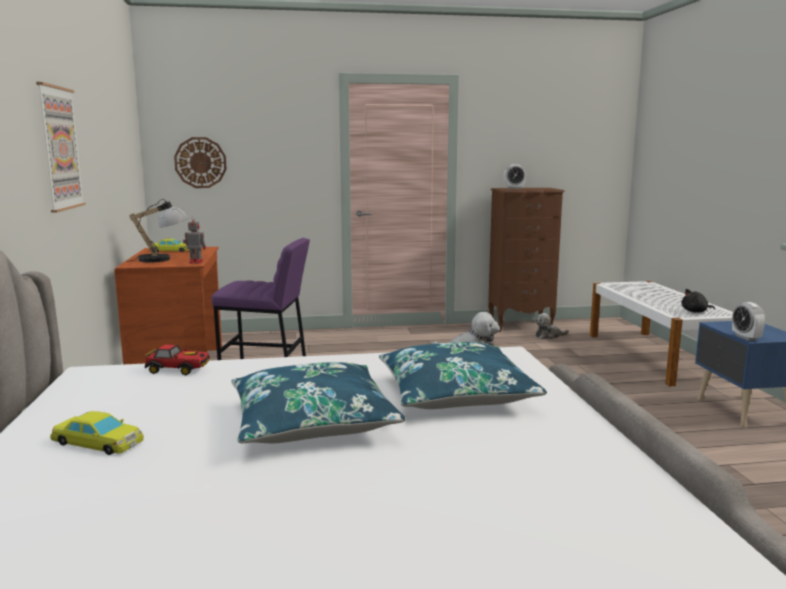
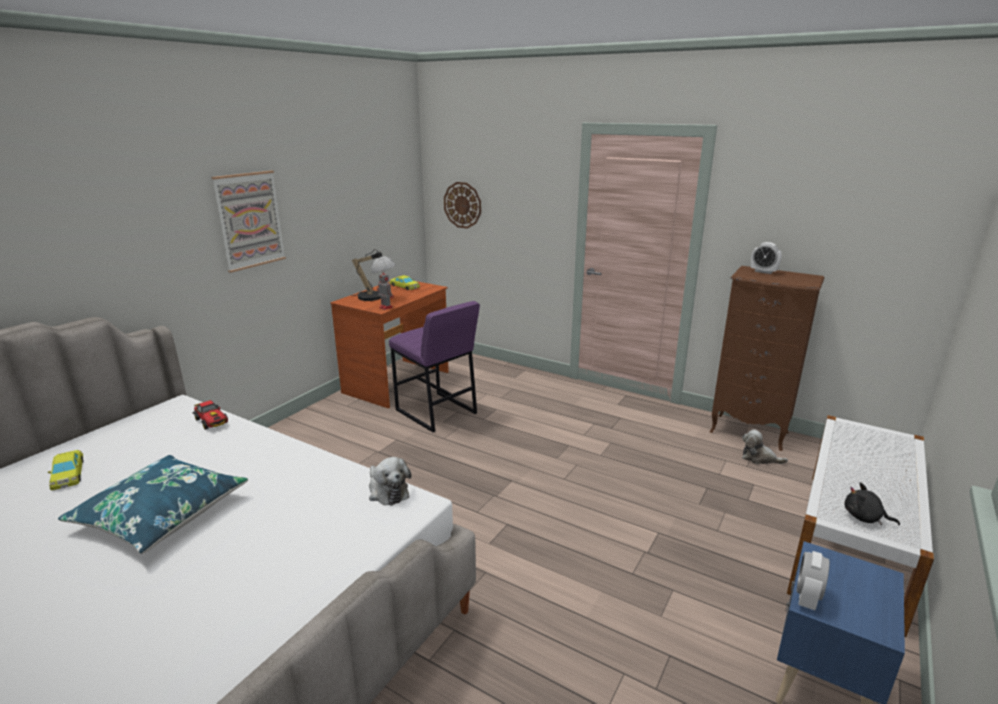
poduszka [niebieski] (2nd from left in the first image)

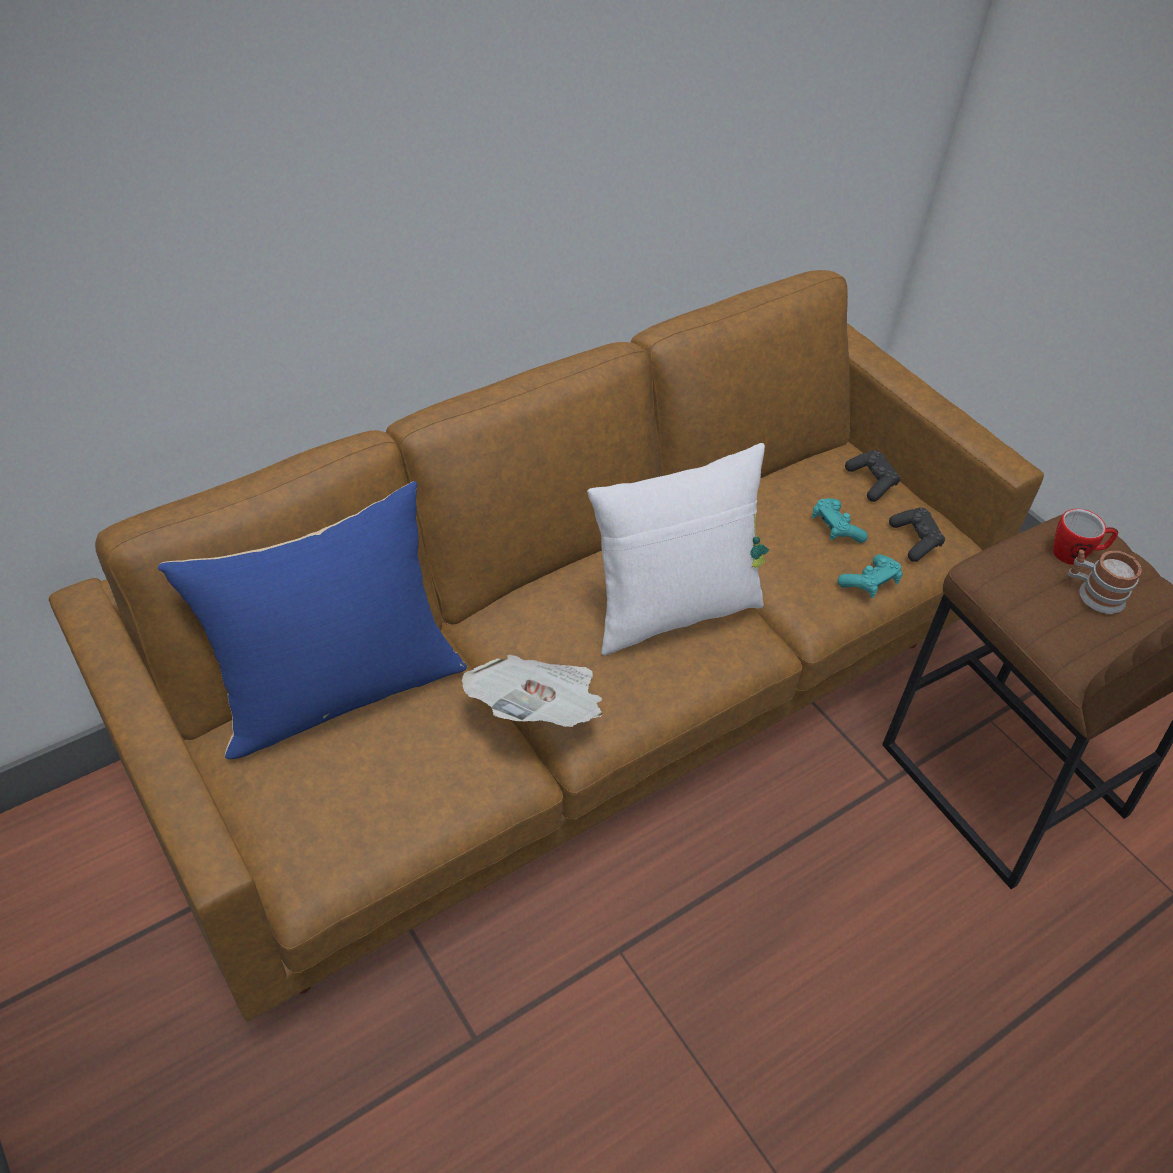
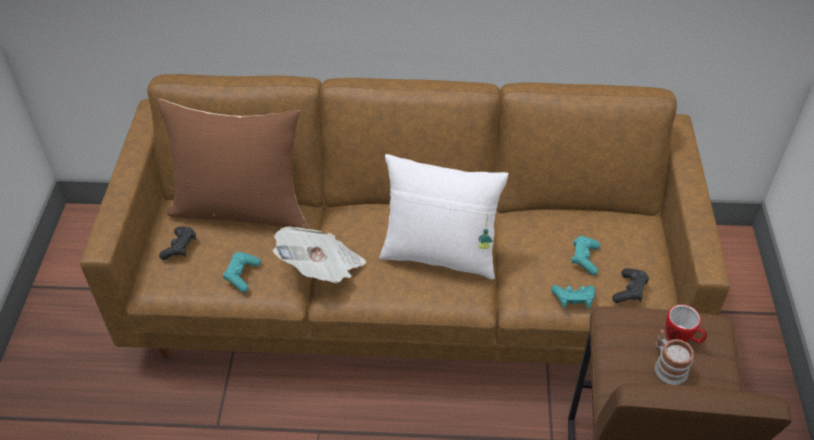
poduszka [brązowy]
pad do gier [czarny] (1st from left)
pad do gier [turkusowy] (1st from left)

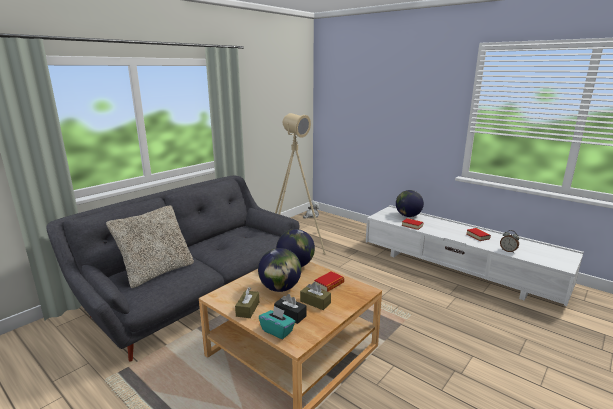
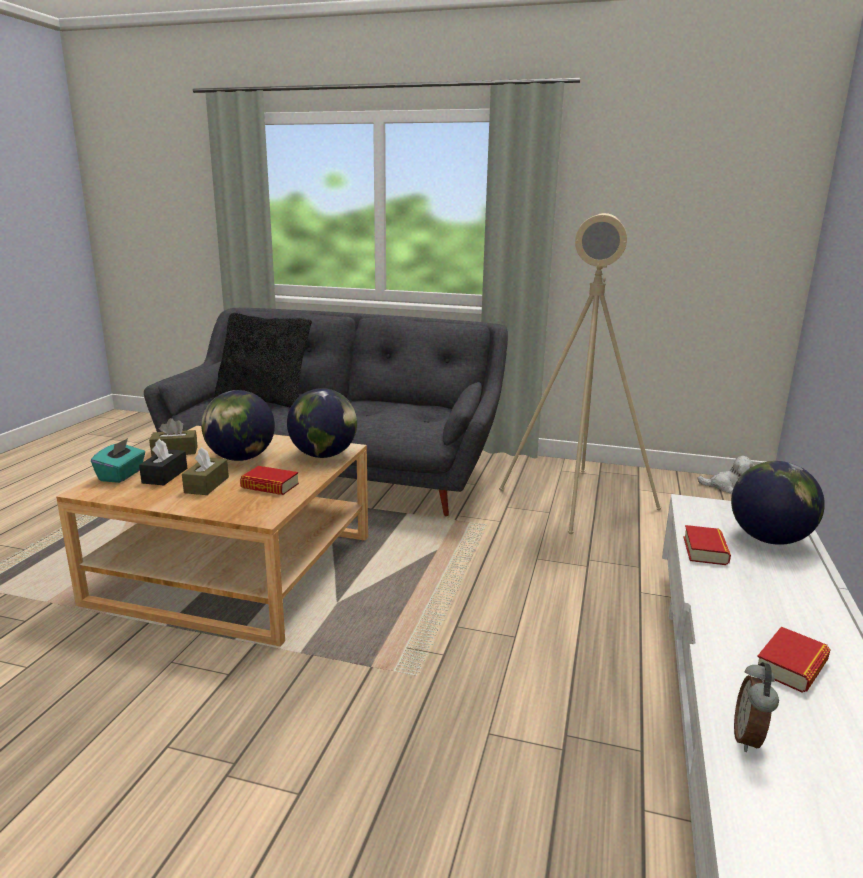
poduszka [czarny]

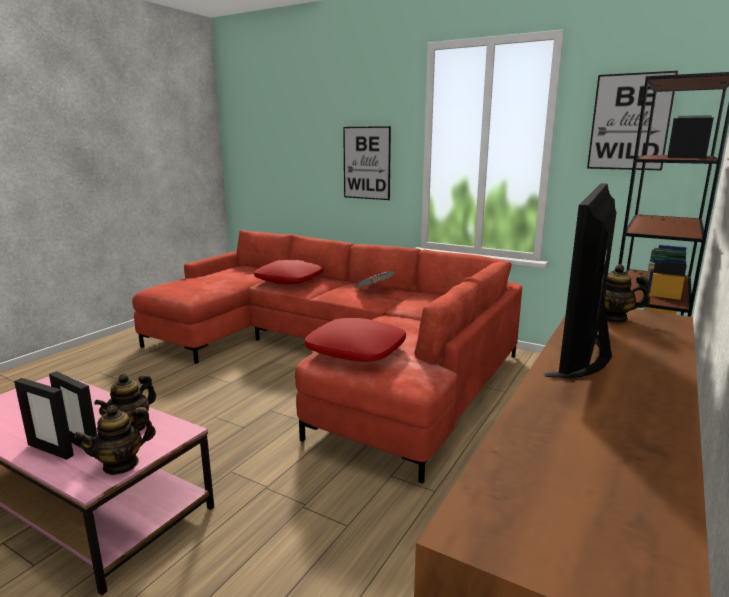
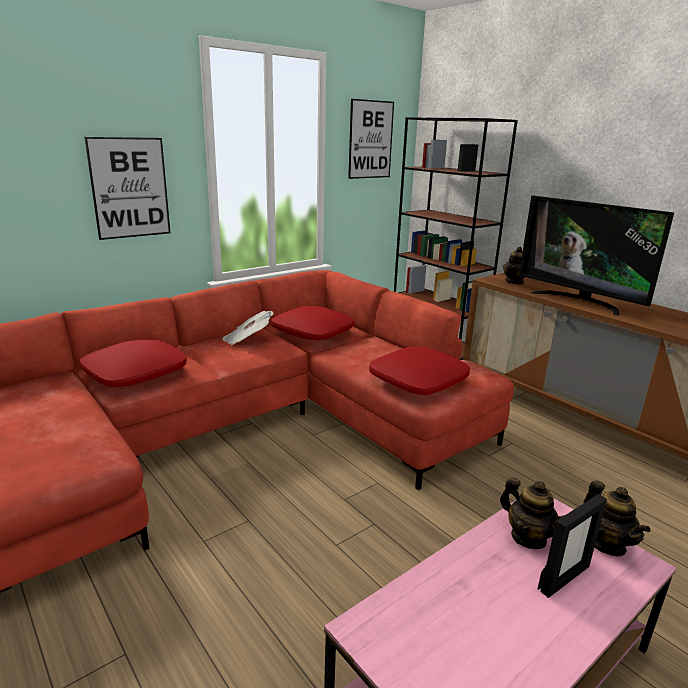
ramka na zdjęcie (1st from left in the first image)
poduszka [czerwony] (2nd from left)

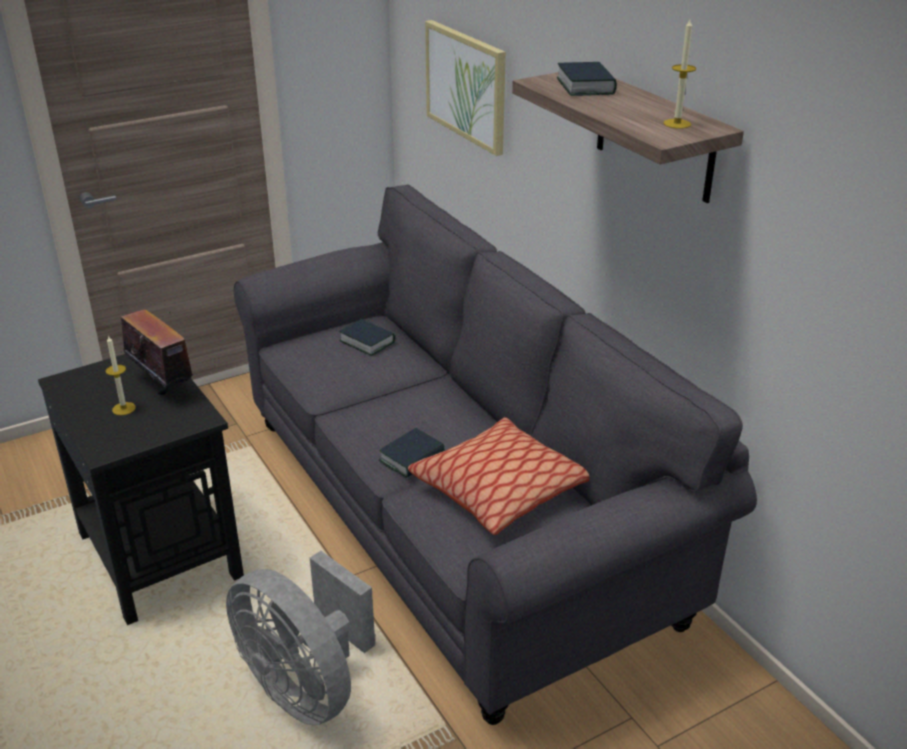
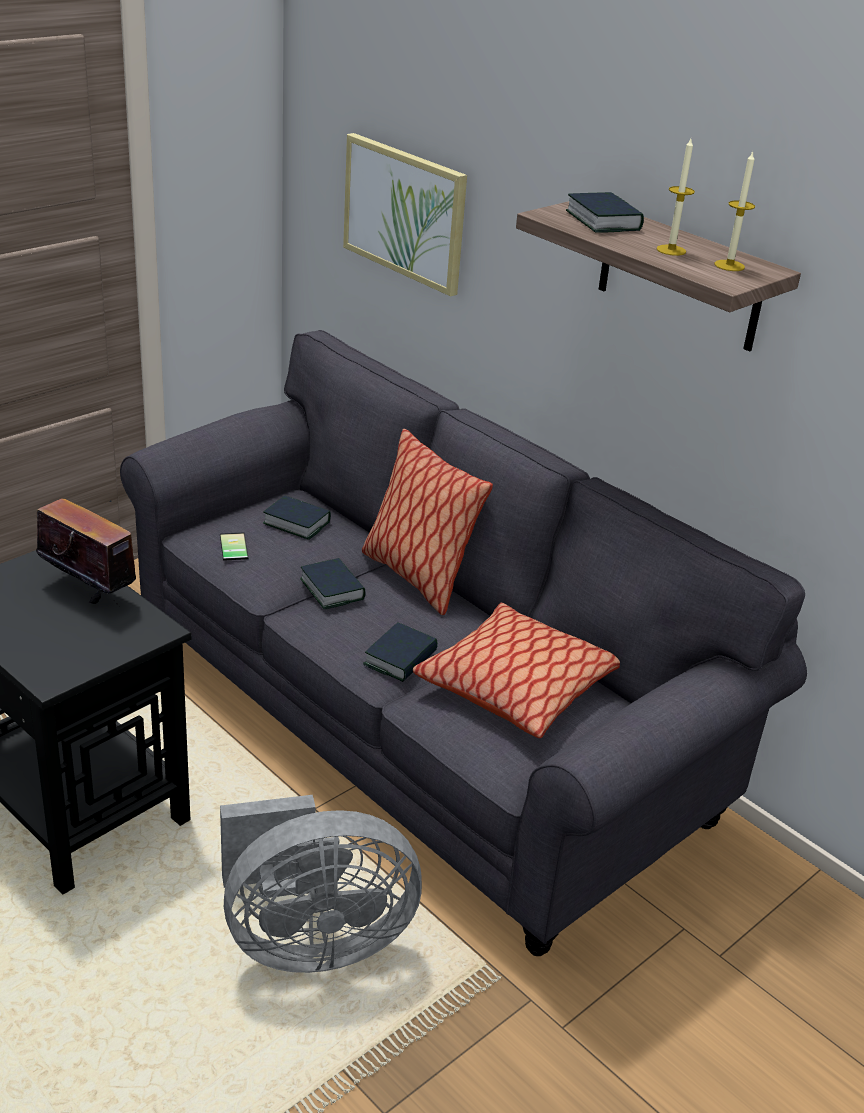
świeca (1st from left)
wentylator [szary]
telefon
książka (2nd from left)
poduszka (1st from left)

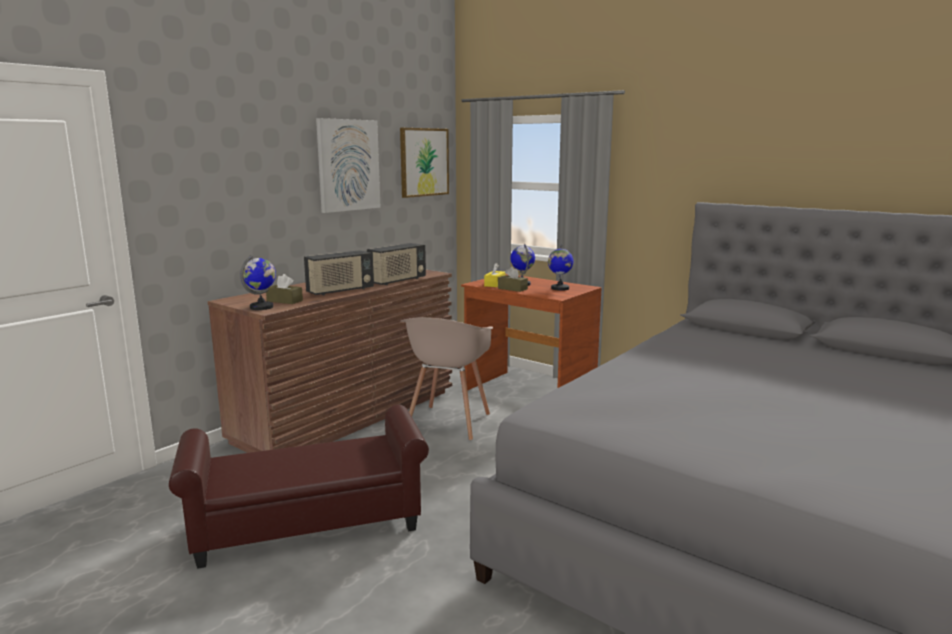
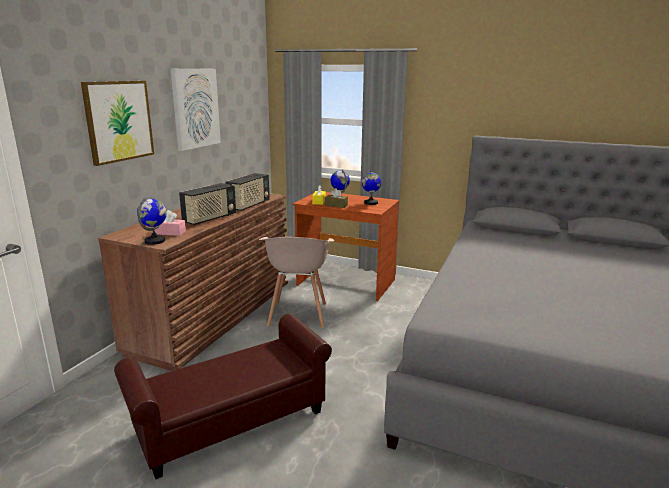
pudełko chusteczek [różowy]
obraz (1st from left)

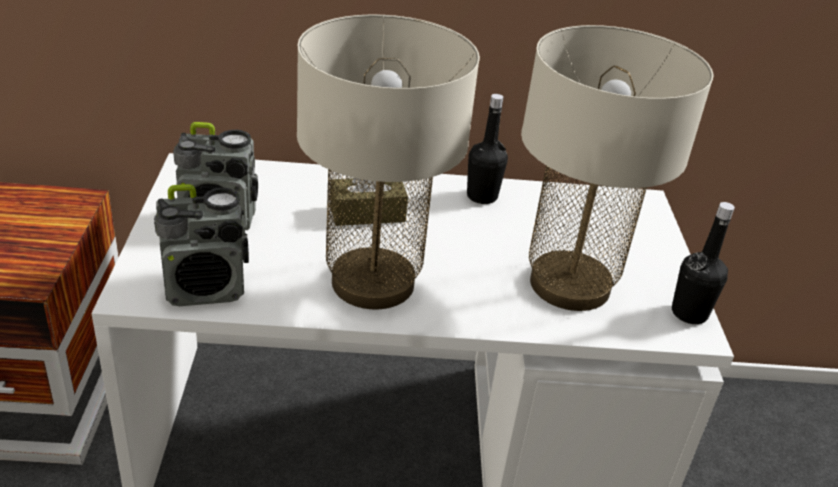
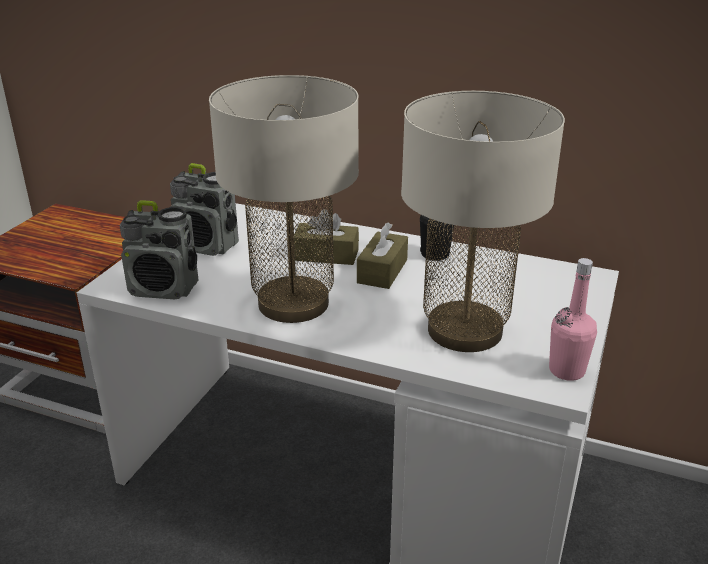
butelka [różowy]
pudełko chusteczek [brązowy] (2nd from left)

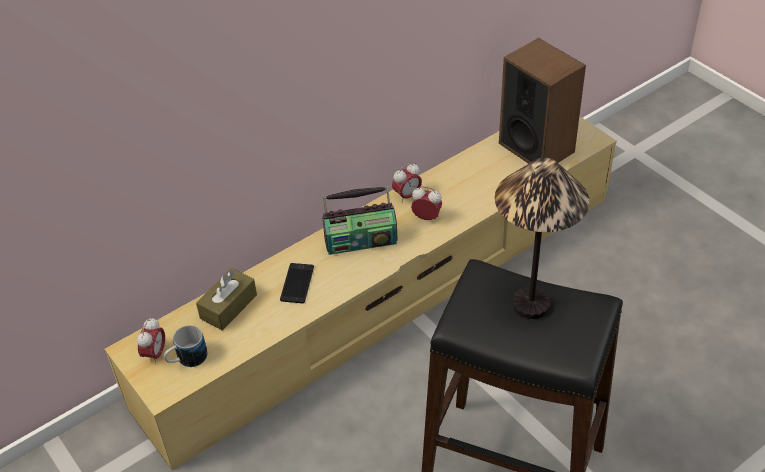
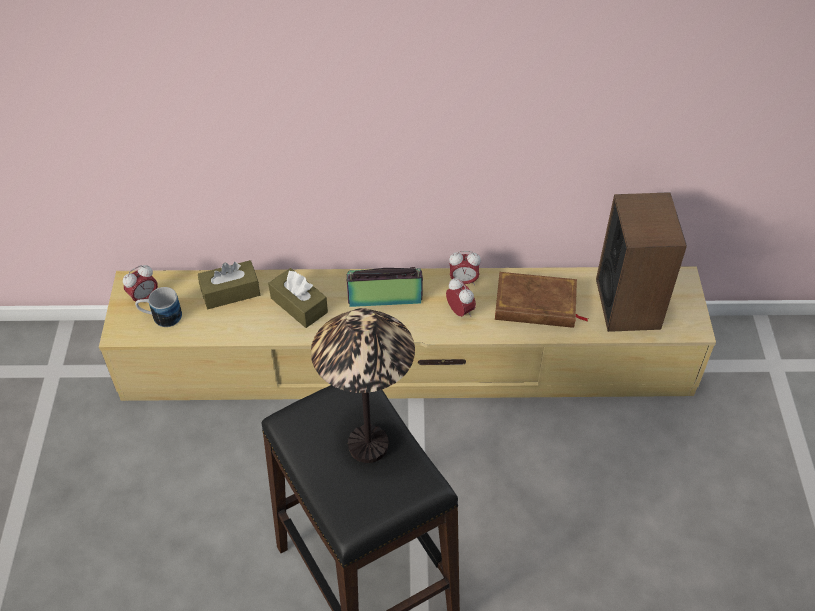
pudełko chusteczek [brązowy] (2nd from left)
radio
książka [brązowy]

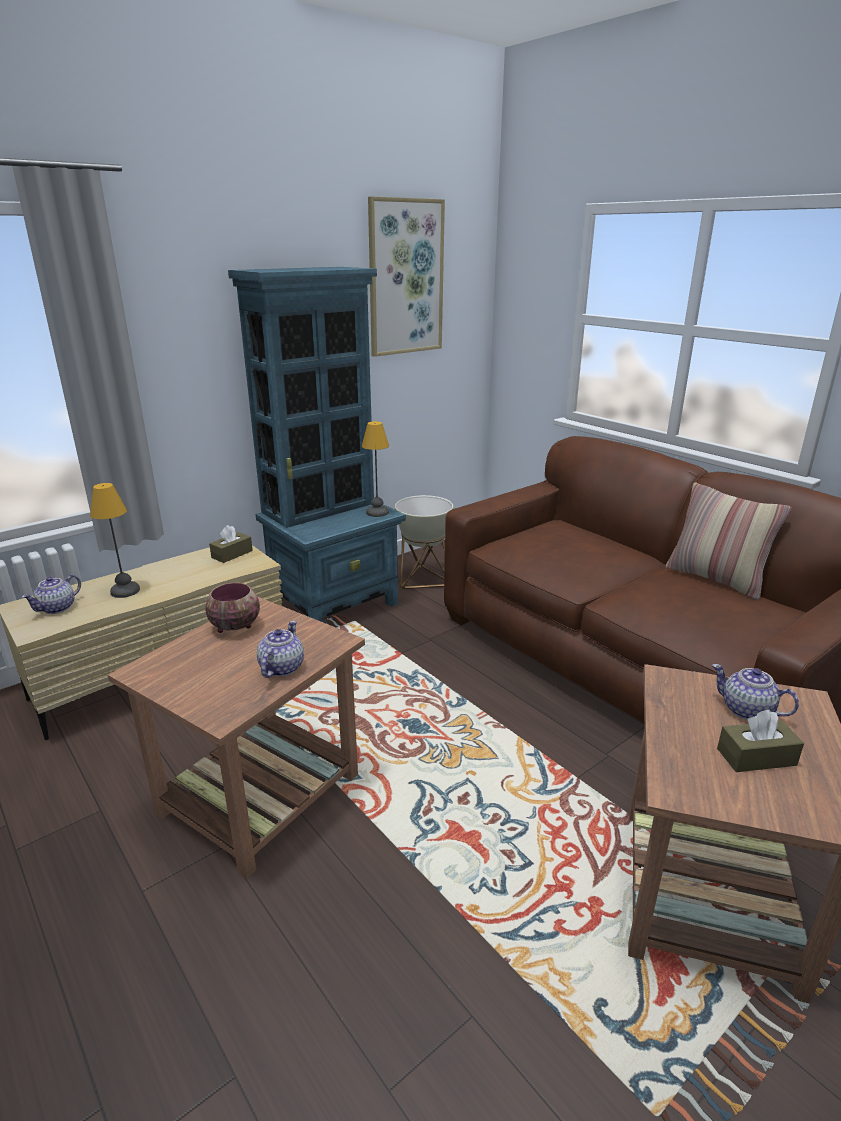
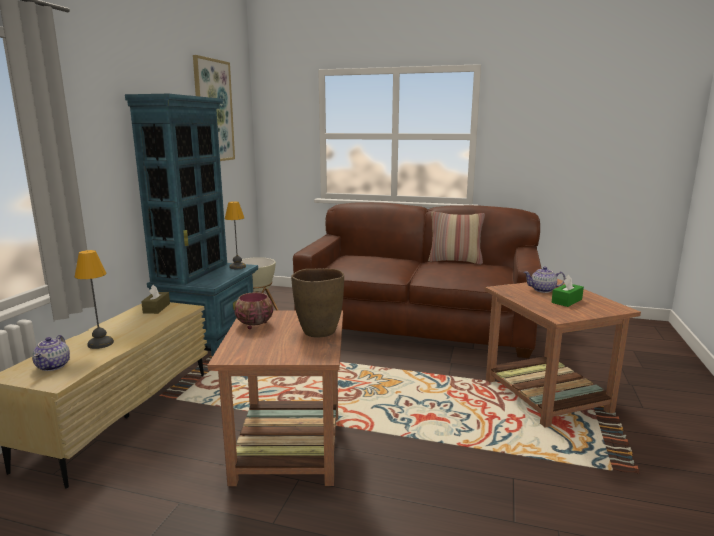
wazon [brązowy]
pudełko chusteczek [zielony]

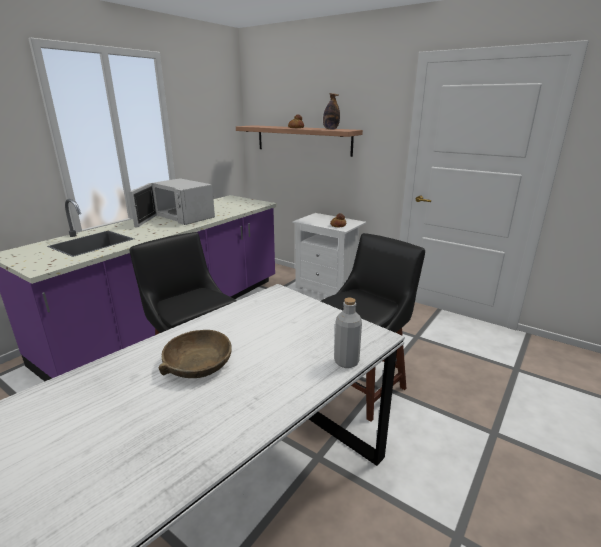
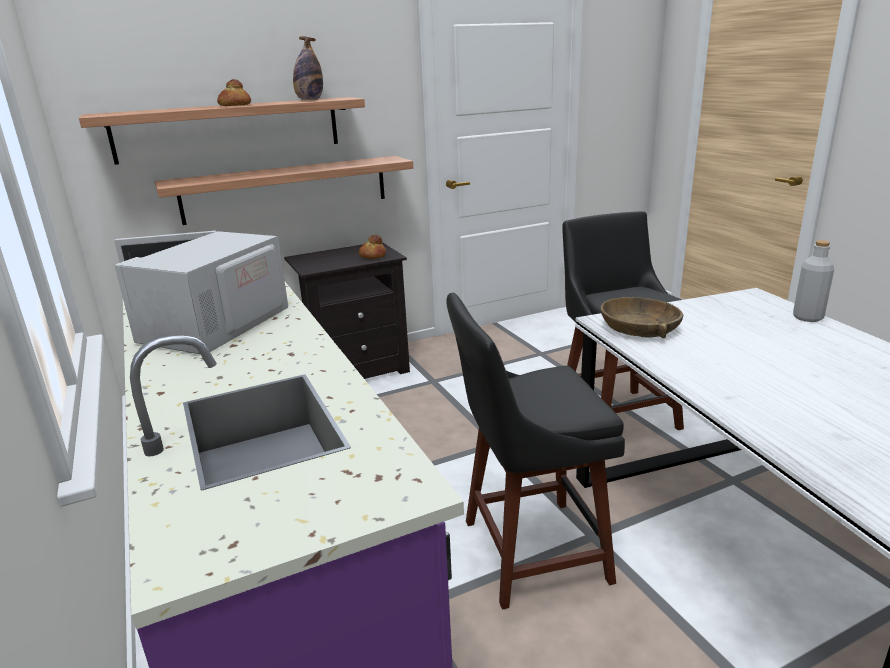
mikrofalówka [biały]
miska [brązowy]
szafka nocna [czarny]
półka (2nd from left)

